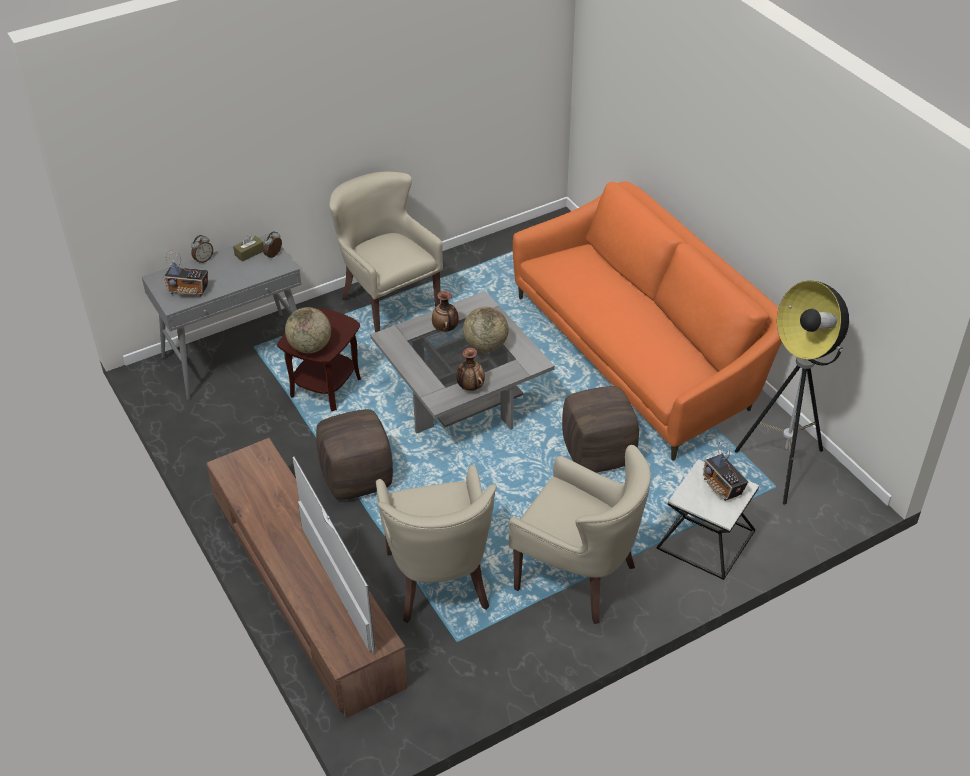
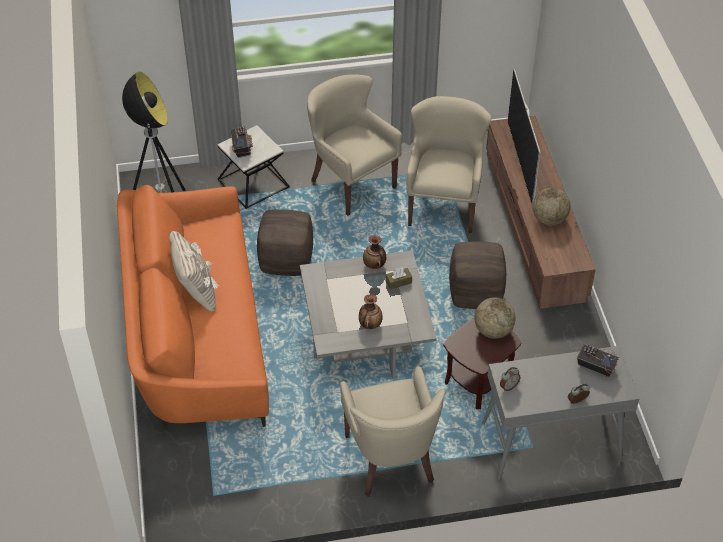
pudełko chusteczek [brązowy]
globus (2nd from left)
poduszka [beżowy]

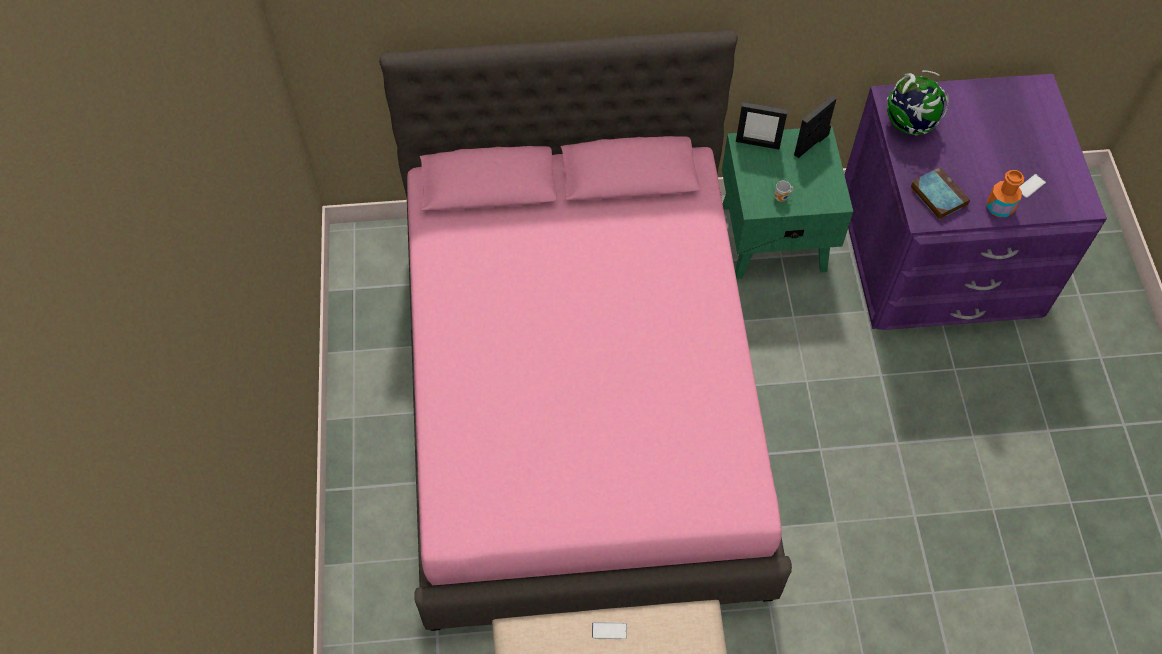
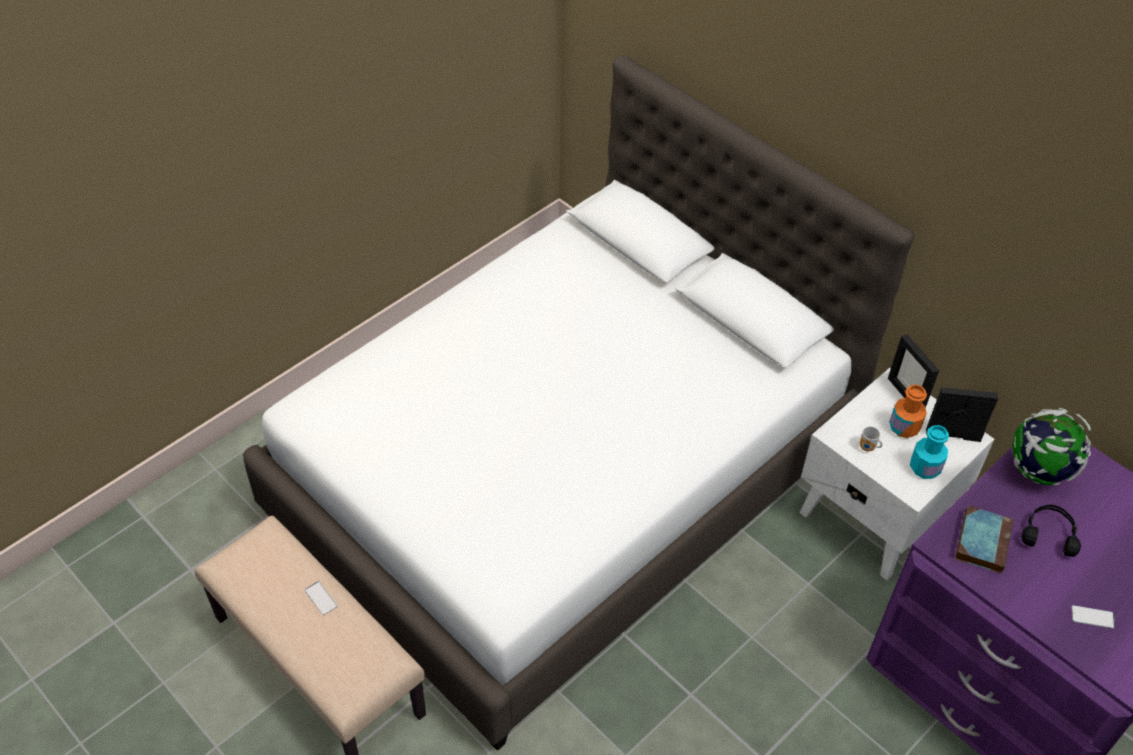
łóżko [biały]
szafka nocna [biały]
butelka [pomarańczowy]
butelka [turkusowy]
słuchawki [czarny]

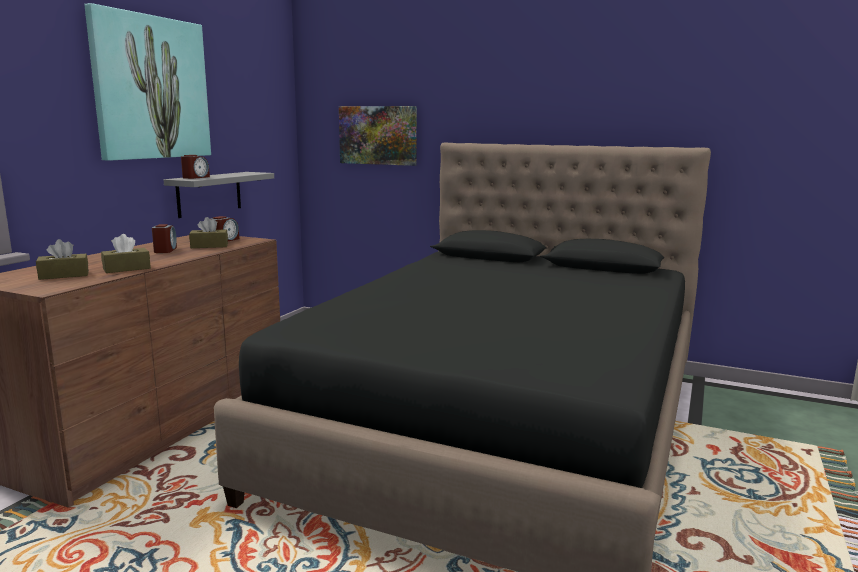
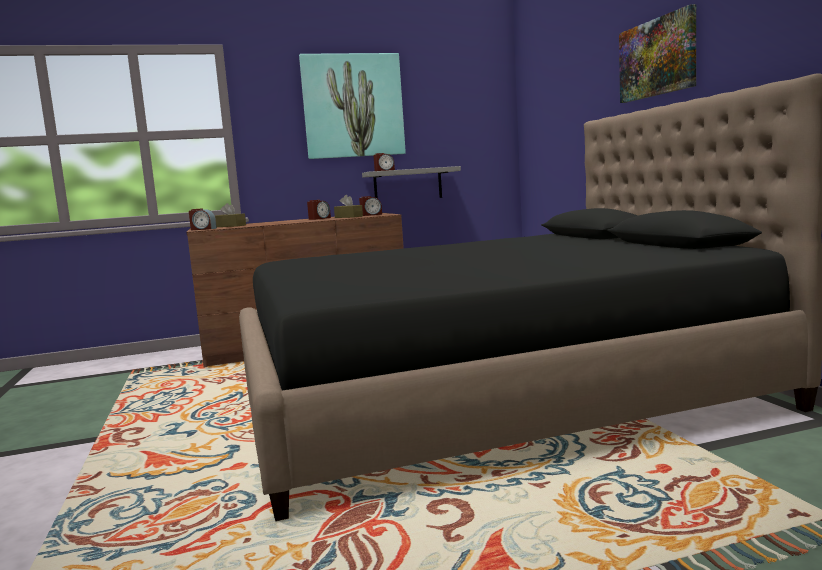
pudełko chusteczek [brązowy] (2nd from left in the first image)
obraz (2nd from left)
budzik (1st from left)

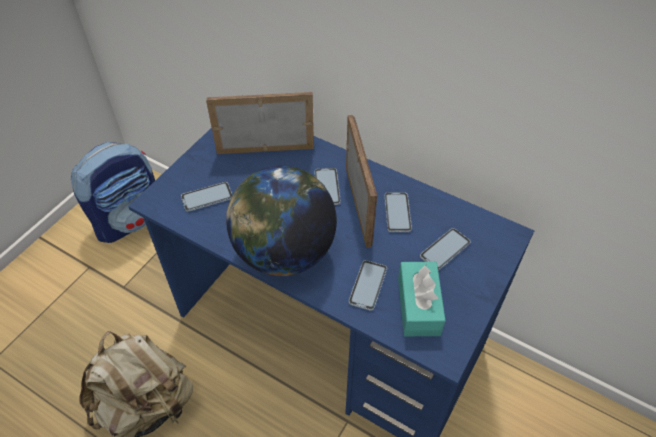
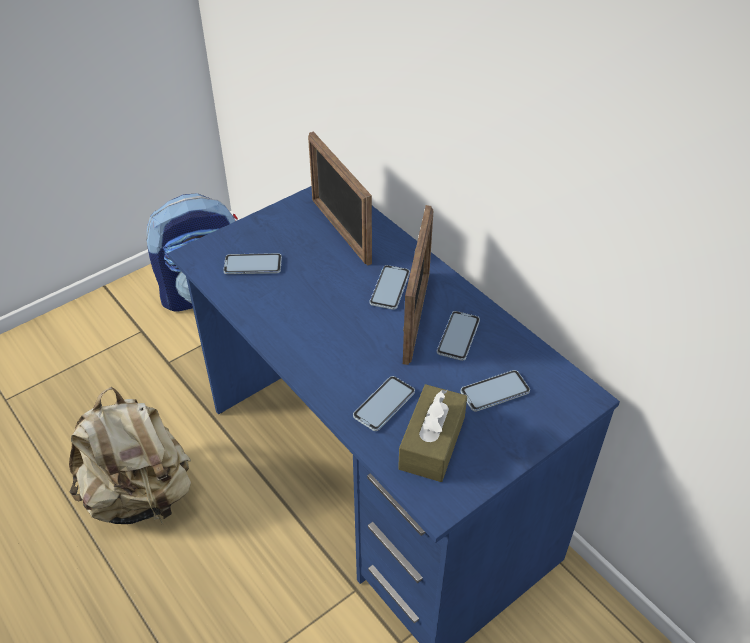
ramka na zdjęcie (1st from left)
globus
pudełko chusteczek [brązowy]

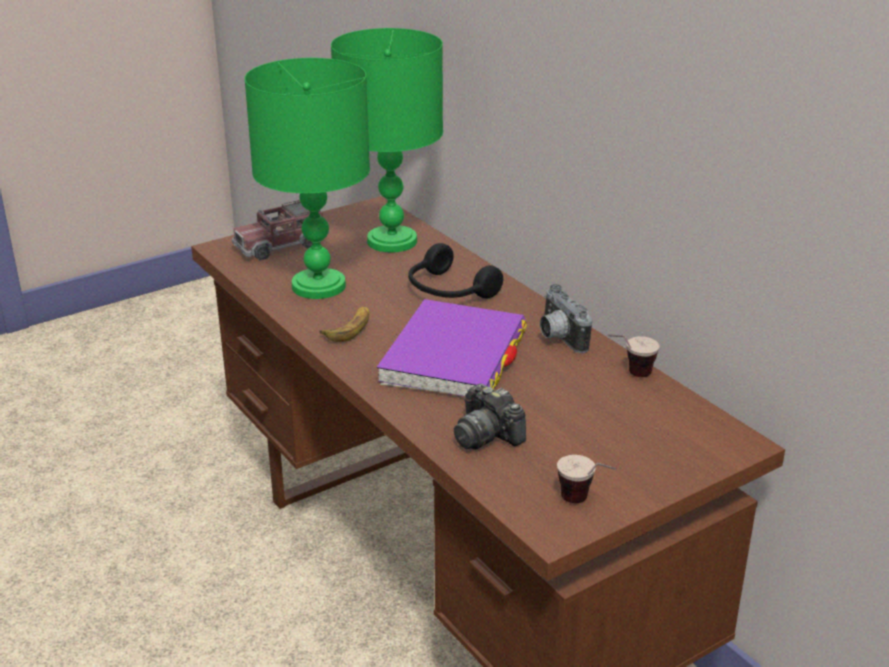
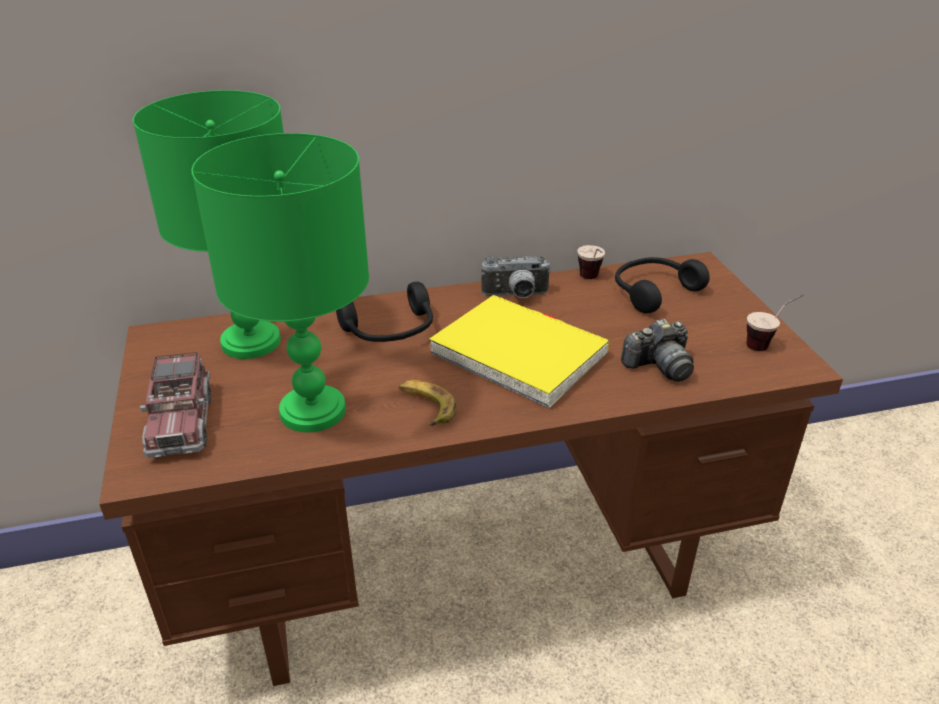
książka [żółty]
słuchawki [czarny] (2nd from left)

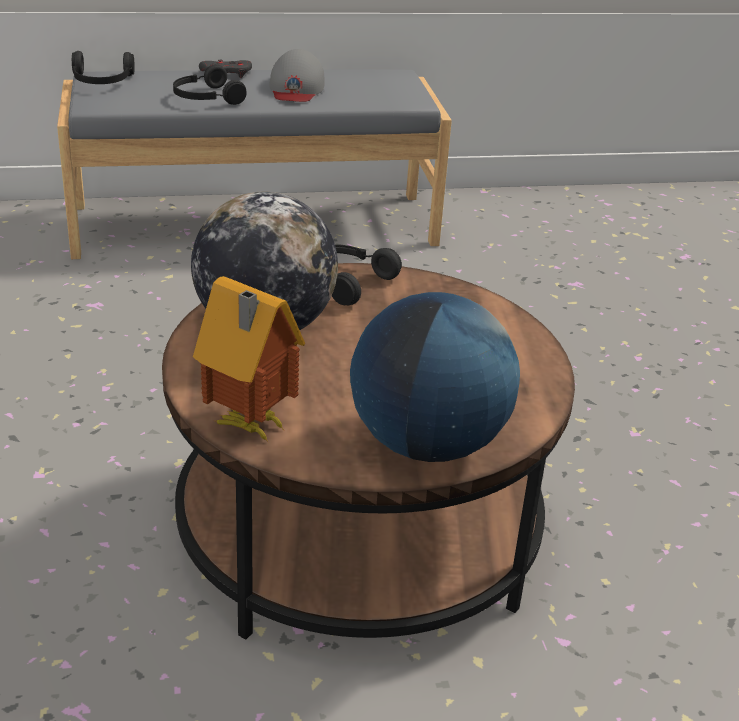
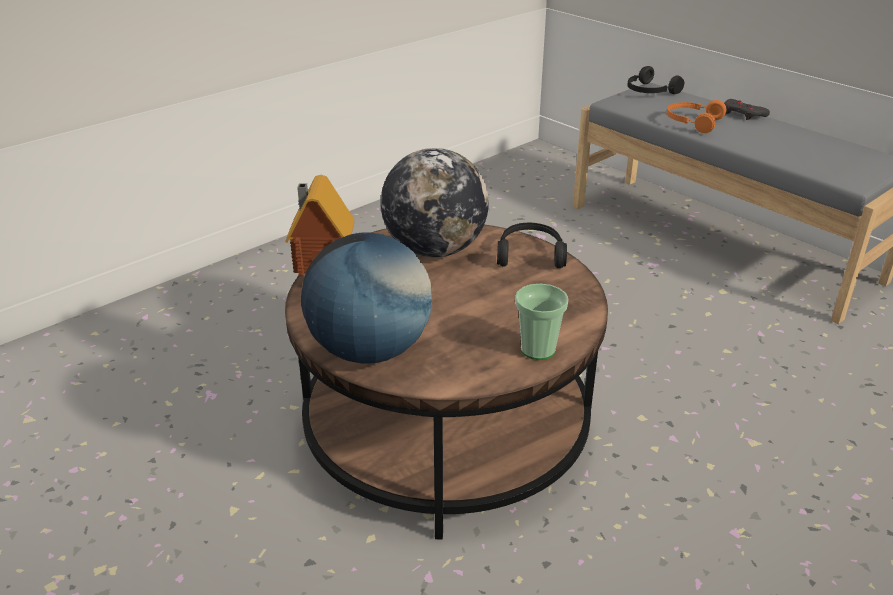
słuchawki [pomarańczowy]
czapka z daszkiem [szary]
filiżanka

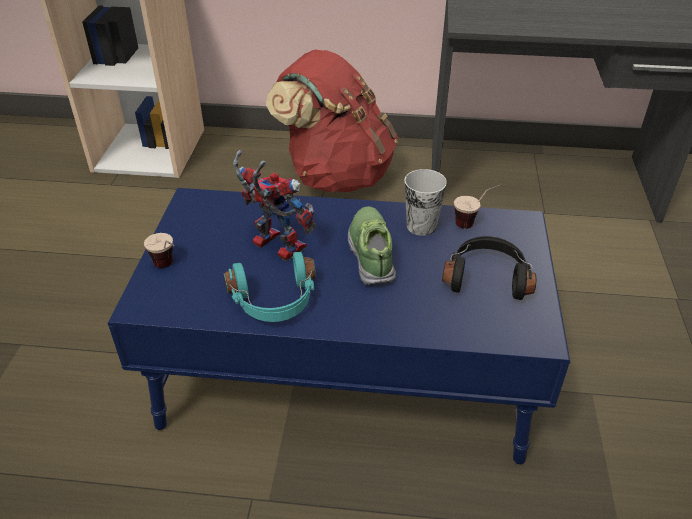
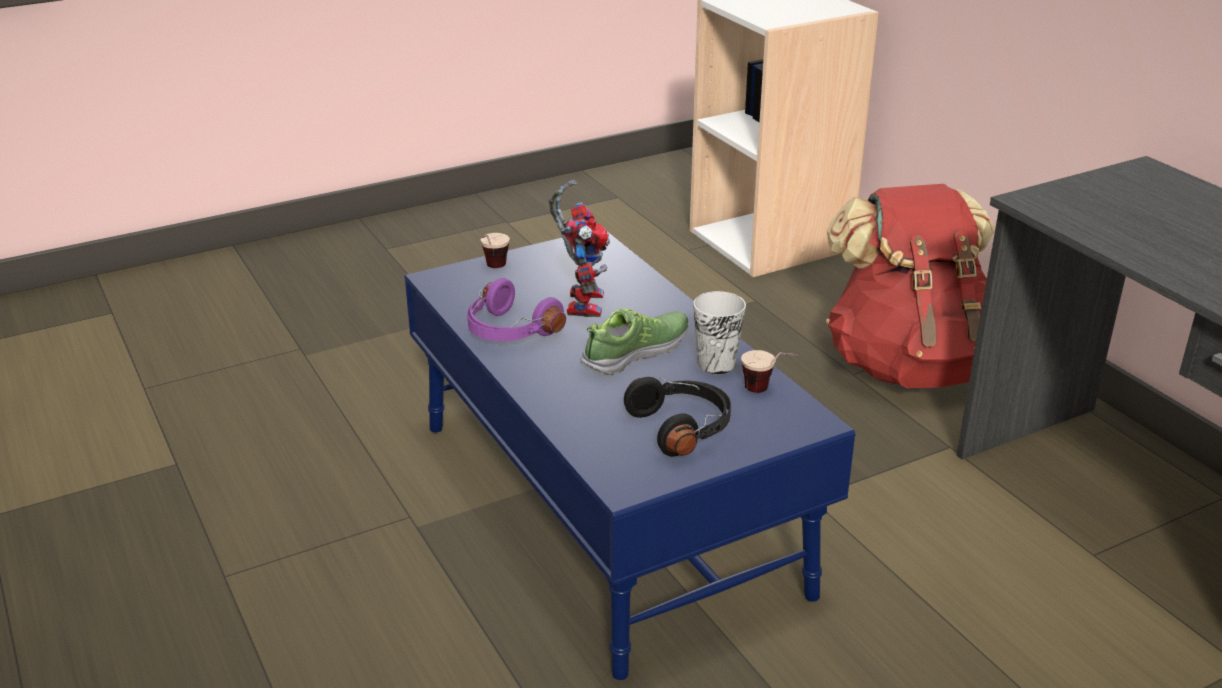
słuchawki [fioletowy]

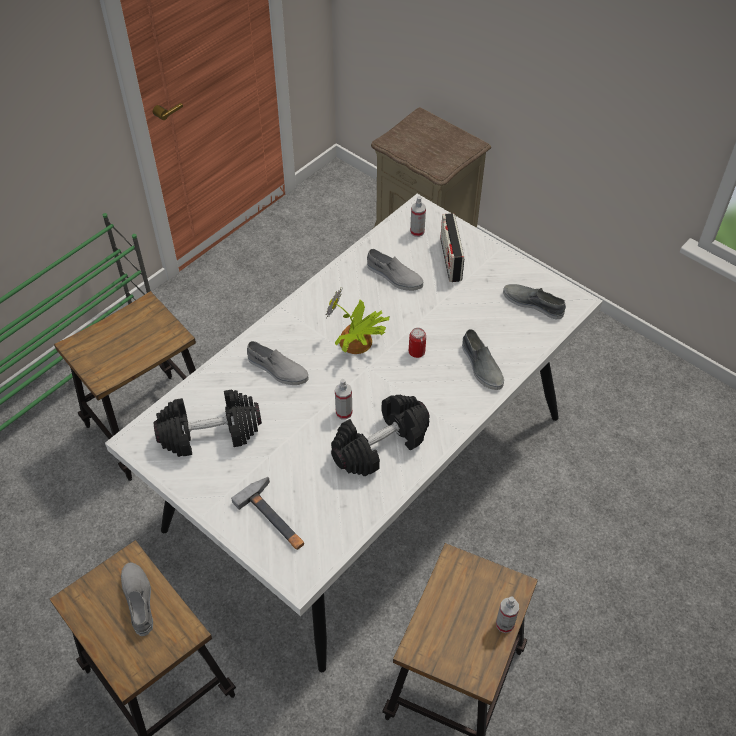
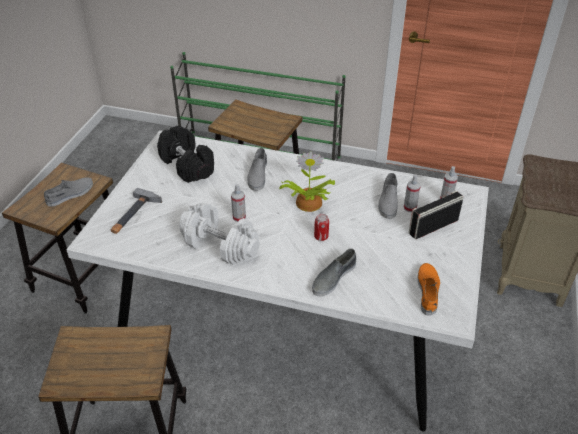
hantel [biały]
spryskiwacz (2nd from left)
but [pomarańczowy]

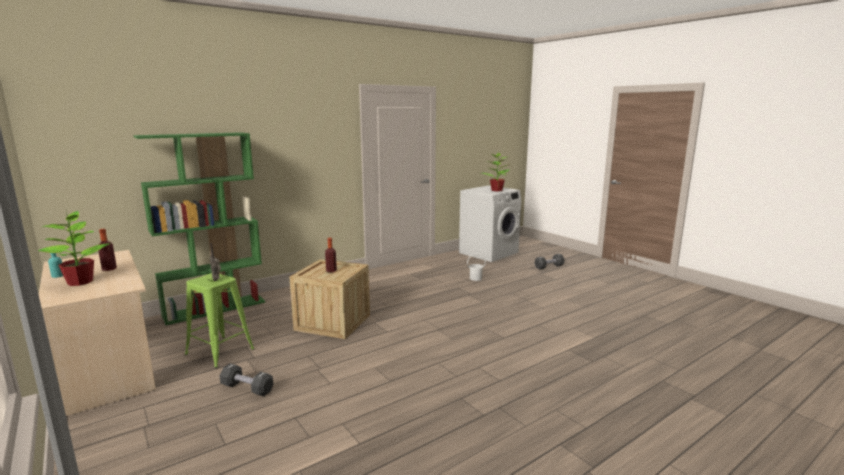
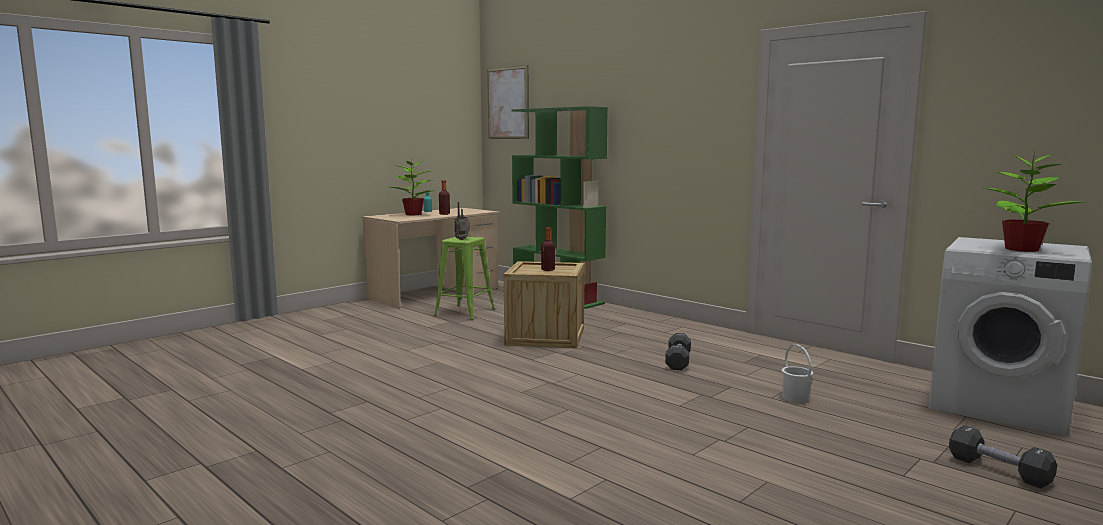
hantel [czarny] (1st from left)
obraz

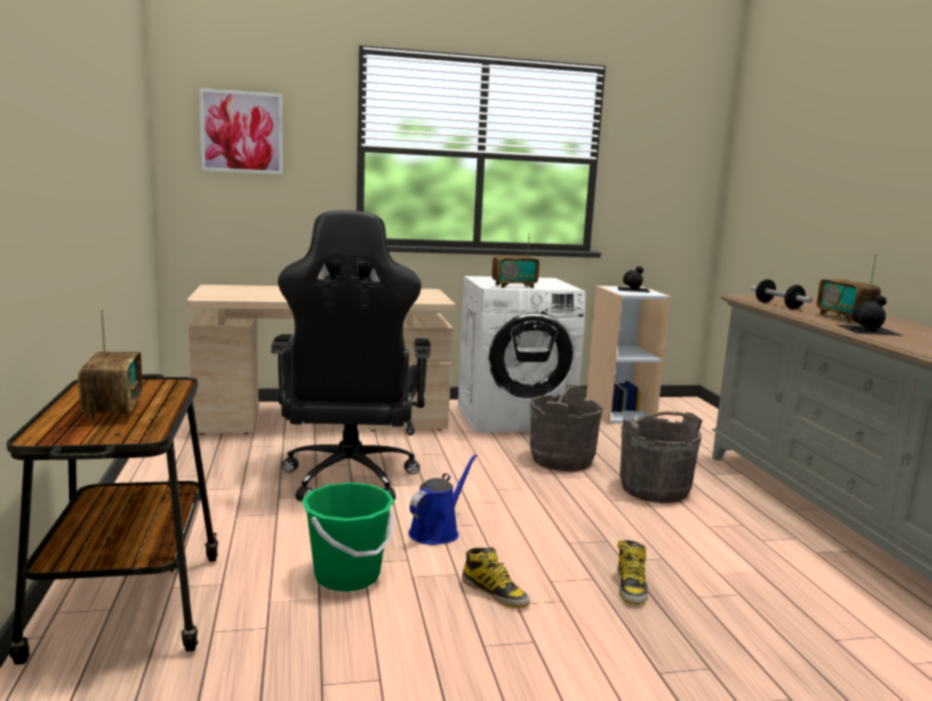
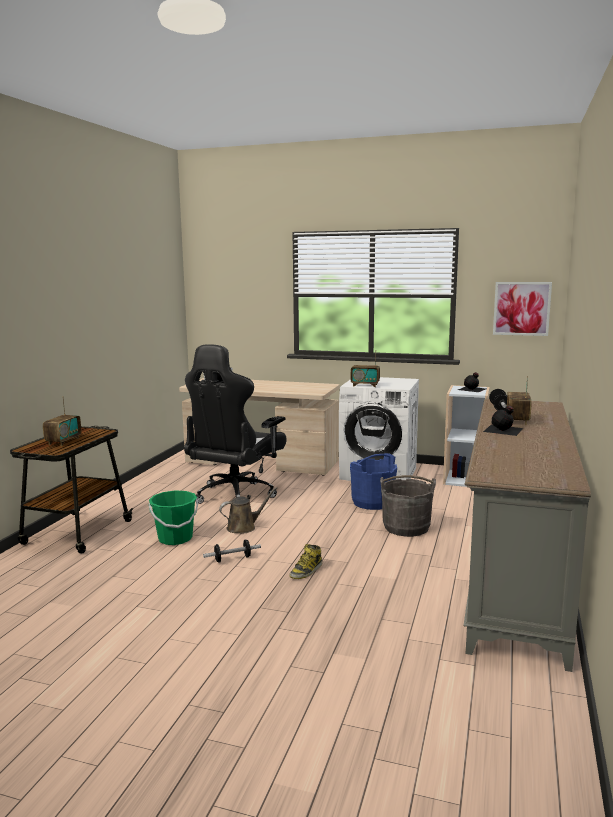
obraz
konewka [brązowy]
hantel (1st from left)
wiadro [niebieski]

